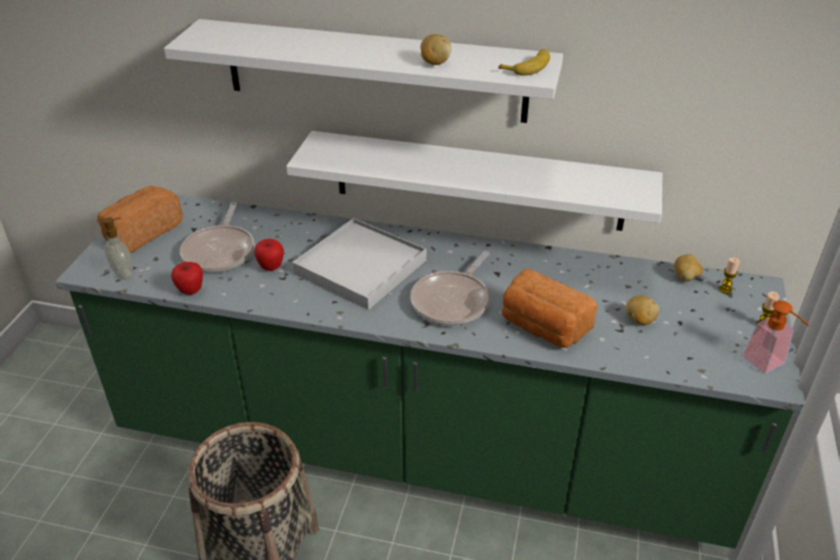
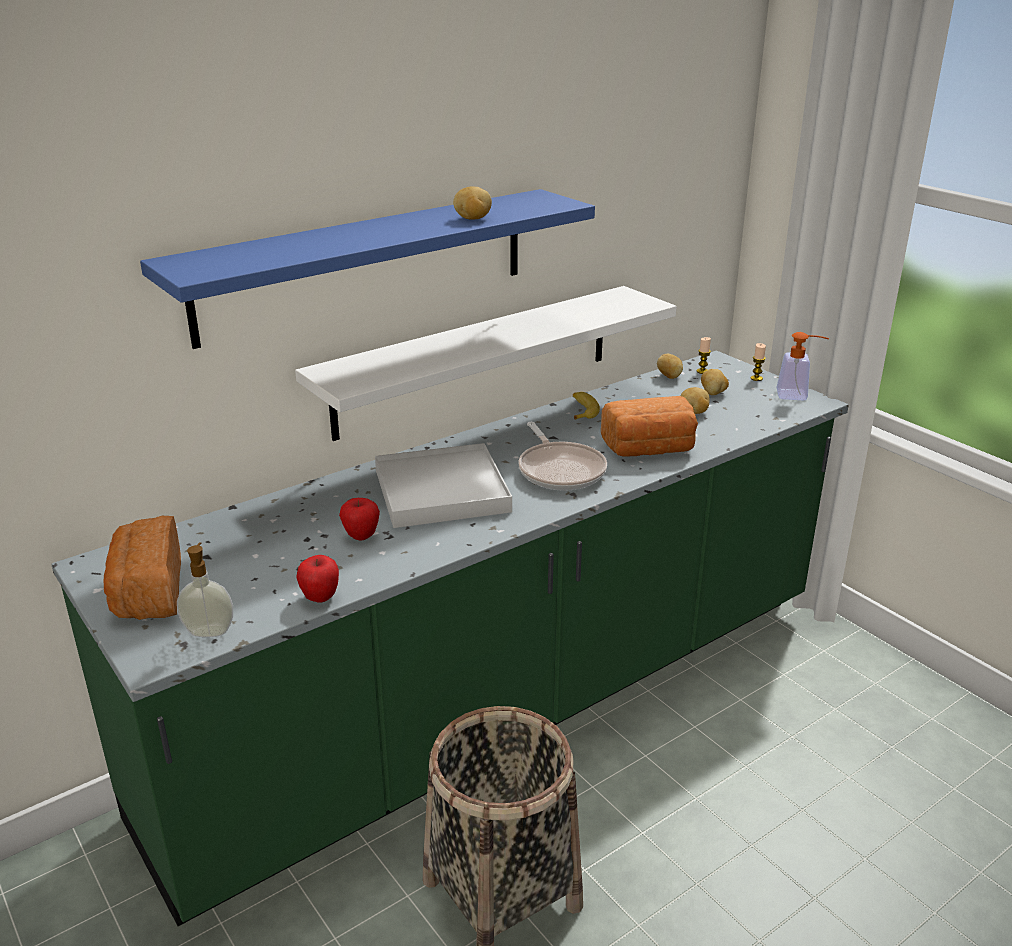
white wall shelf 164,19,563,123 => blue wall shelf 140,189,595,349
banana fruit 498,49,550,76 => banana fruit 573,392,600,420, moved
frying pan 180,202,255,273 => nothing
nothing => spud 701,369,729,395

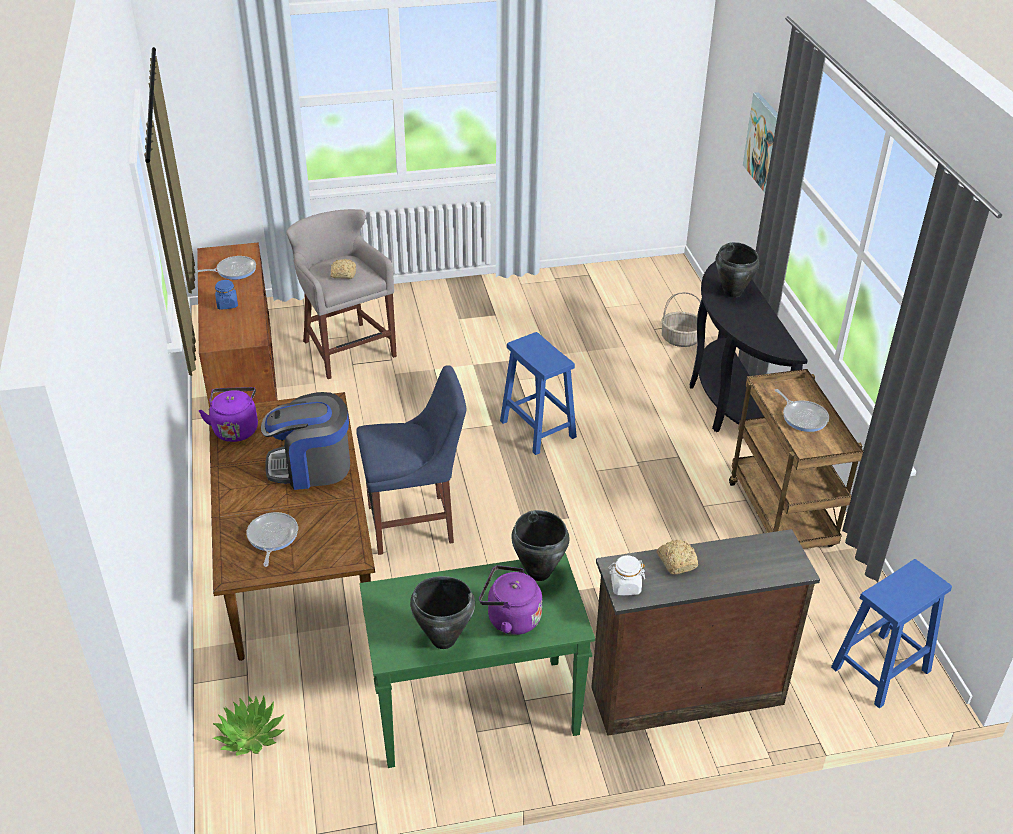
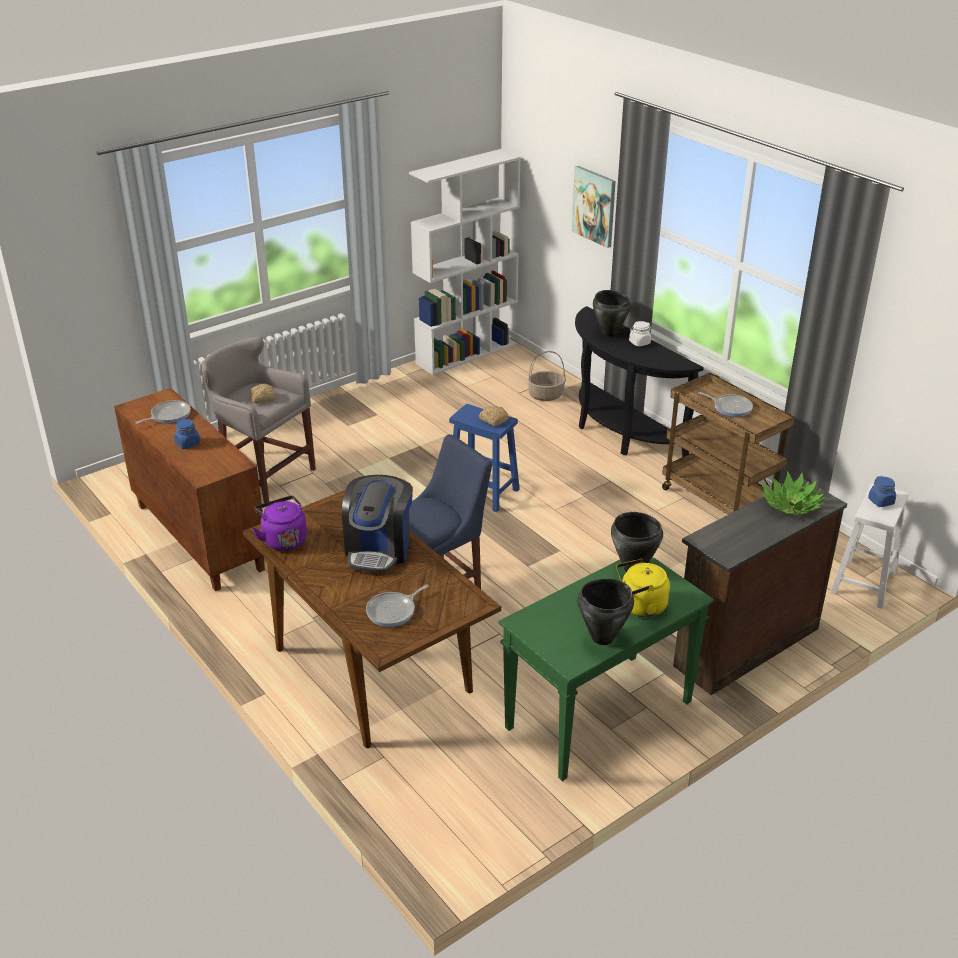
coffee brewer 261,392,350,490 => coffee brewer 342,475,413,573, 45 degrees counterclockwise
frying pan 246,512,298,567 => frying pan 366,584,429,627, 105 degrees counterclockwise
bread 657,540,698,574 => bread 479,405,509,426, moved
white preserve jar 609,555,645,595 => white preserve jar 629,321,651,346, moved
blue sitting stool 831,559,952,709 => white sitting stool 830,483,909,609
purplish water kettle 479,565,542,635 => yellow-coloured water kettle 616,559,670,617
houseplant 213,695,285,756 => houseplant 760,471,825,515, moved
nothing => white bookshelf 409,149,521,375
nothing => blue preserve jar 868,476,896,507

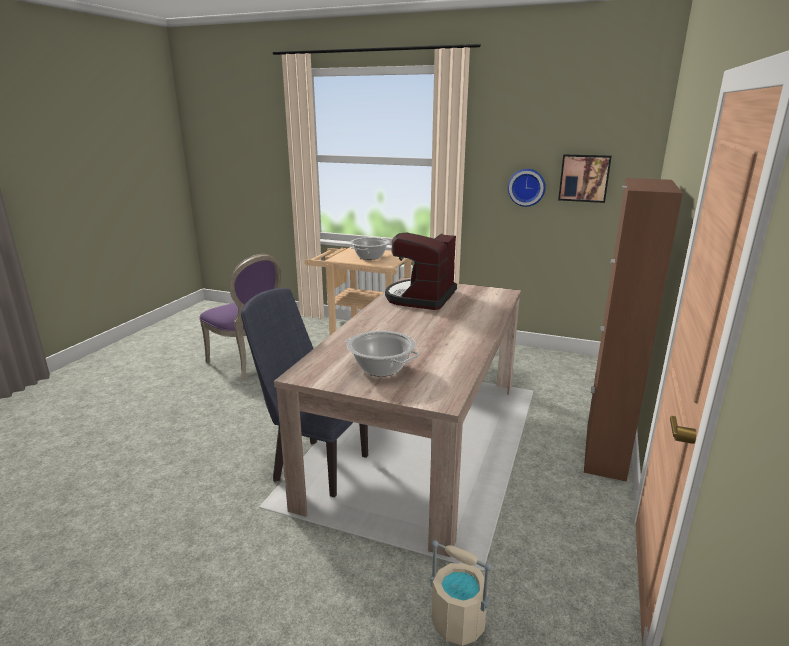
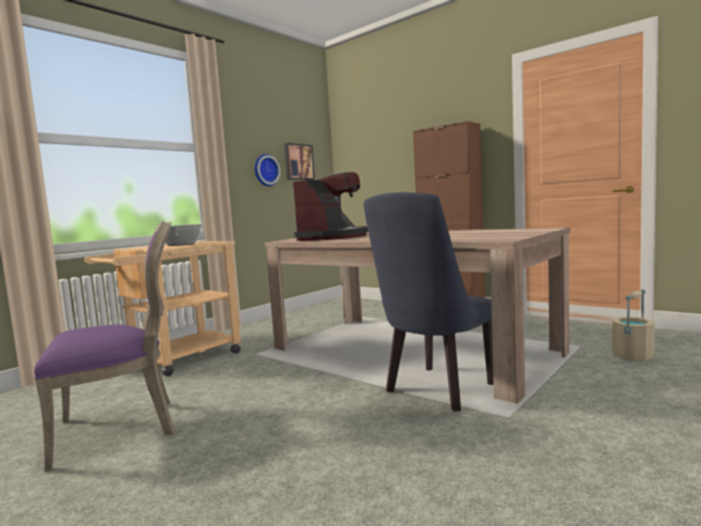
coffee brewer 385,233,457,310 => coffee brewer 293,172,368,241, 105 degrees counterclockwise
cooking pot 345,331,419,377 => nothing

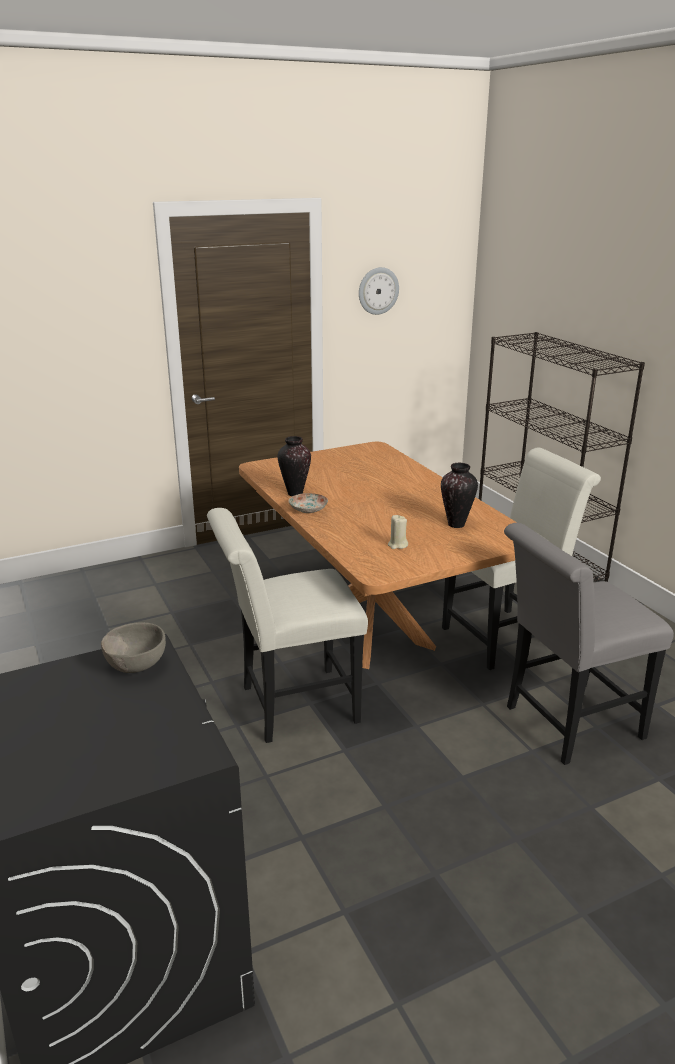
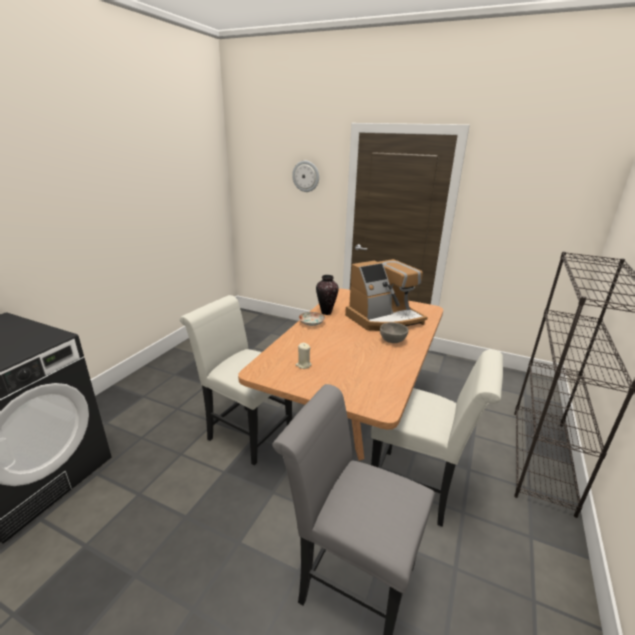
hanging clock 359,267,399,315 => hanging clock 292,161,319,192, moved
decorative vase 441,463,478,528 => nothing
greyish deep dish 101,622,166,673 => greyish deep dish 380,322,409,343, moved
nothing => coffee brewer 345,259,428,331

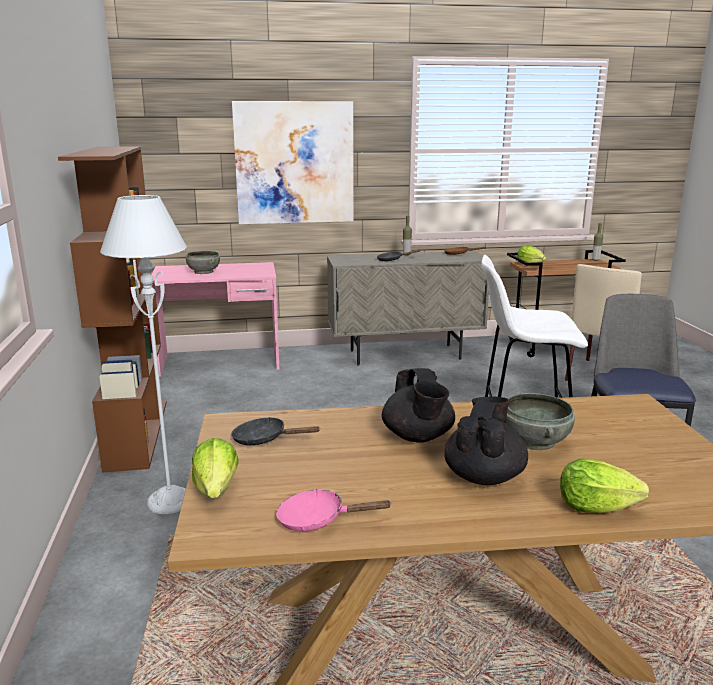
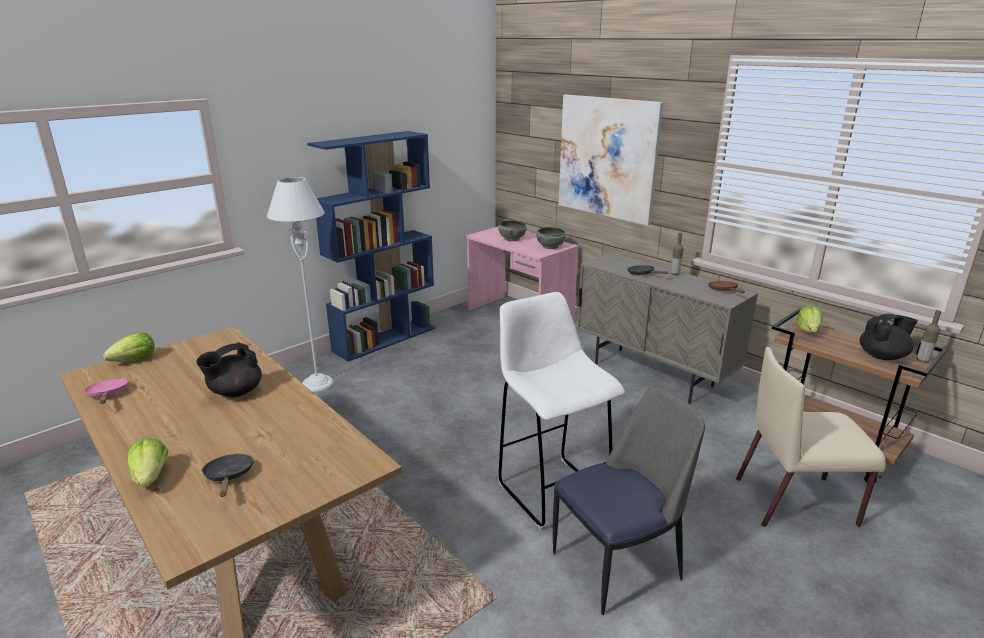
brown bookshelf 58,146,167,473 => blue bookshelf 307,131,436,362
greyish deep dish 506,393,575,450 => greyish deep dish 536,227,566,249, moved
black-coloured tea pot 444,397,528,485 => black-coloured tea pot 860,314,918,360, moved
black-coloured frying pan 231,417,319,445 => black-coloured frying pan 201,454,254,497, moved

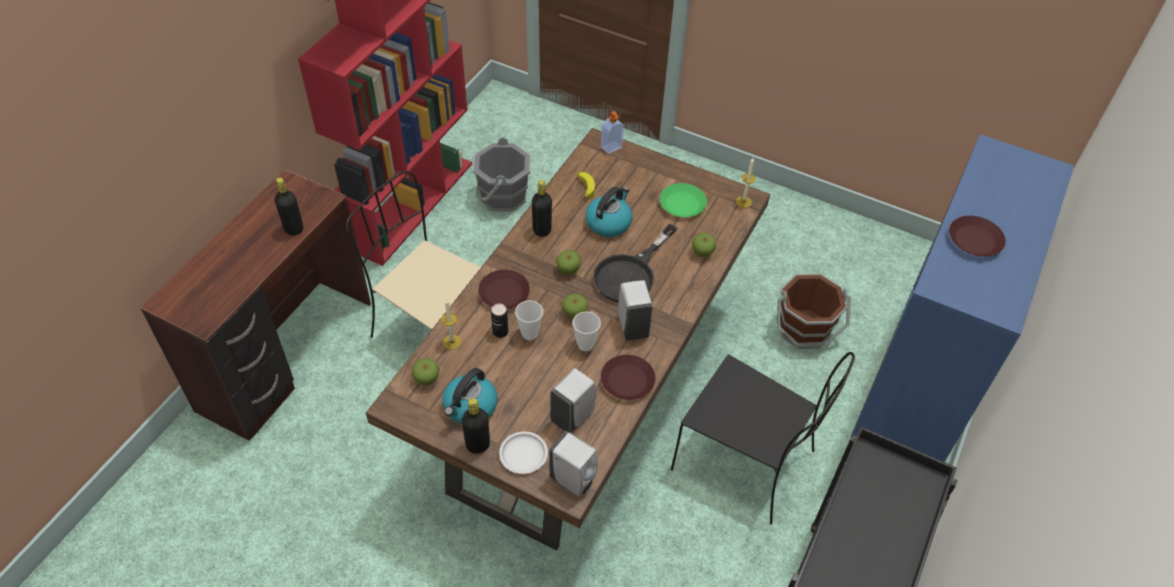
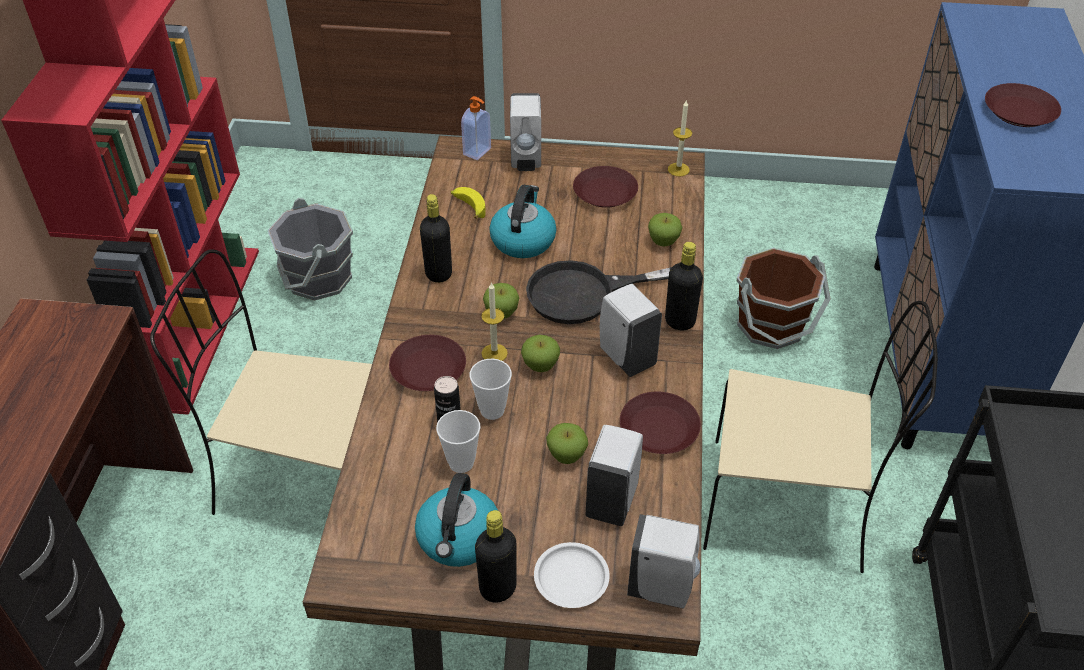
black-coloured bottle 274,177,303,235 => black-coloured bottle 665,242,703,330, moved
green flat dish 660,183,707,217 => brown flat dish 573,166,638,208
black-coloured frying pan 593,224,677,302 => black-coloured frying pan 526,260,672,324, 60 degrees clockwise
wax candle 441,299,461,350 => wax candle 481,282,508,361, moved
drinking cup 573,312,601,351 => drinking cup 436,410,481,473, moved
black-coloured upright chair 671,352,855,525 => beige-coloured upright chair 703,301,938,573
whole apple 412,358,439,386 => whole apple 546,423,588,464, moved
nothing => white liquid soap bottle 510,93,541,171

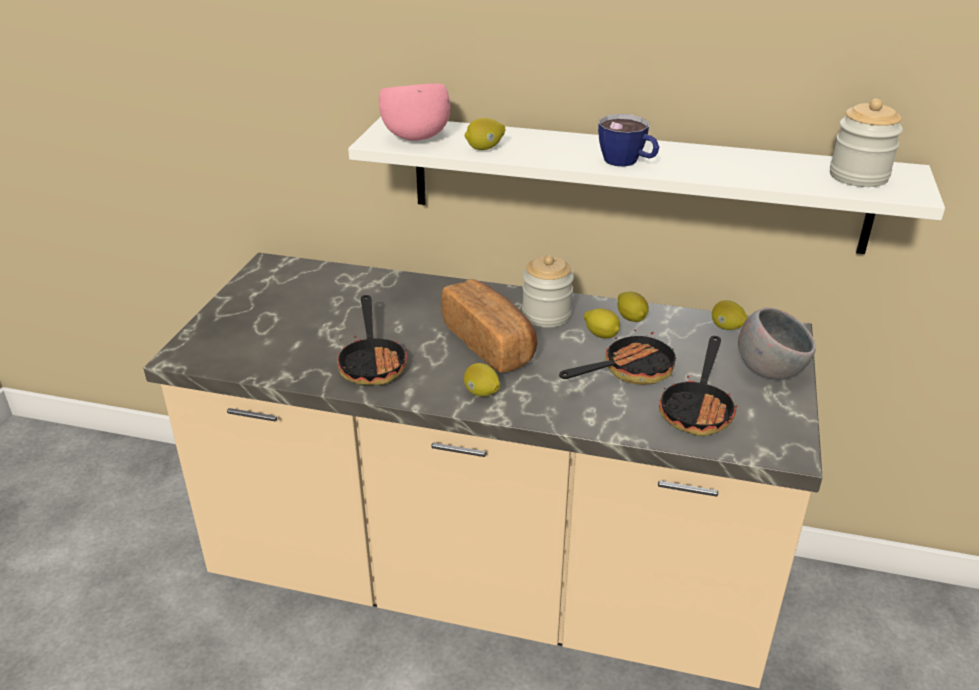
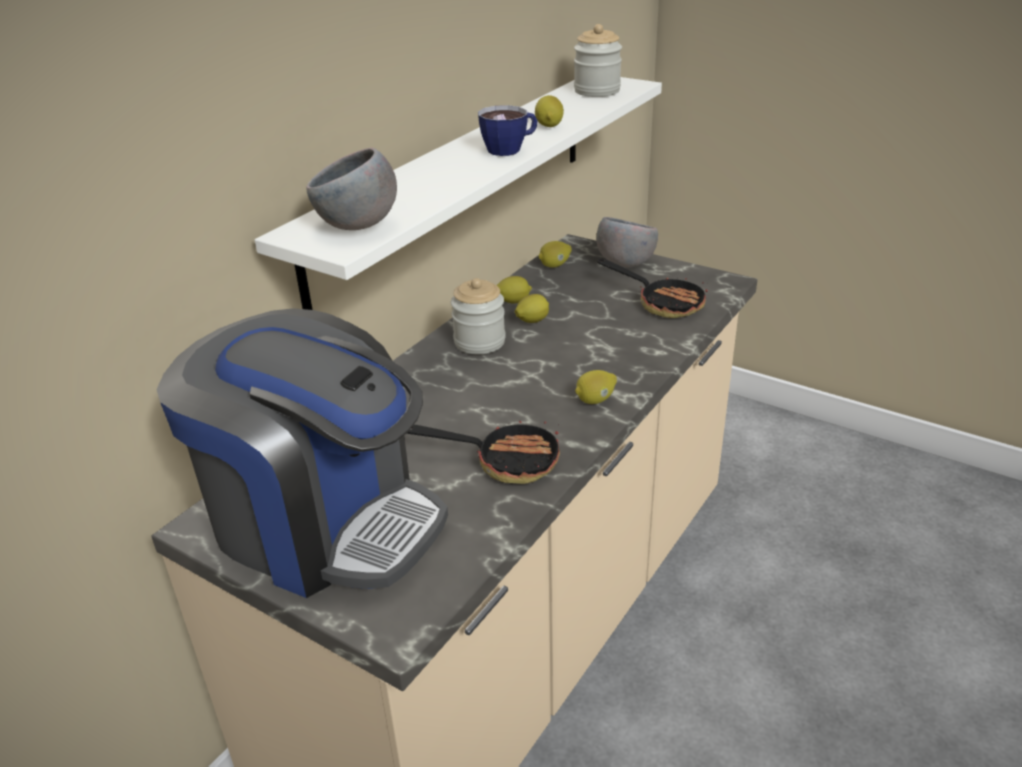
pink-coloured deep dish 379,83,450,141 => greyish deep dish 306,148,397,230
citrus fruit 464,118,505,150 => citrus fruit 535,95,564,127, moved
bread 441,279,538,373 => nothing
frying pan 559,330,677,385 => nothing
nothing => coffee brewer 156,308,448,598

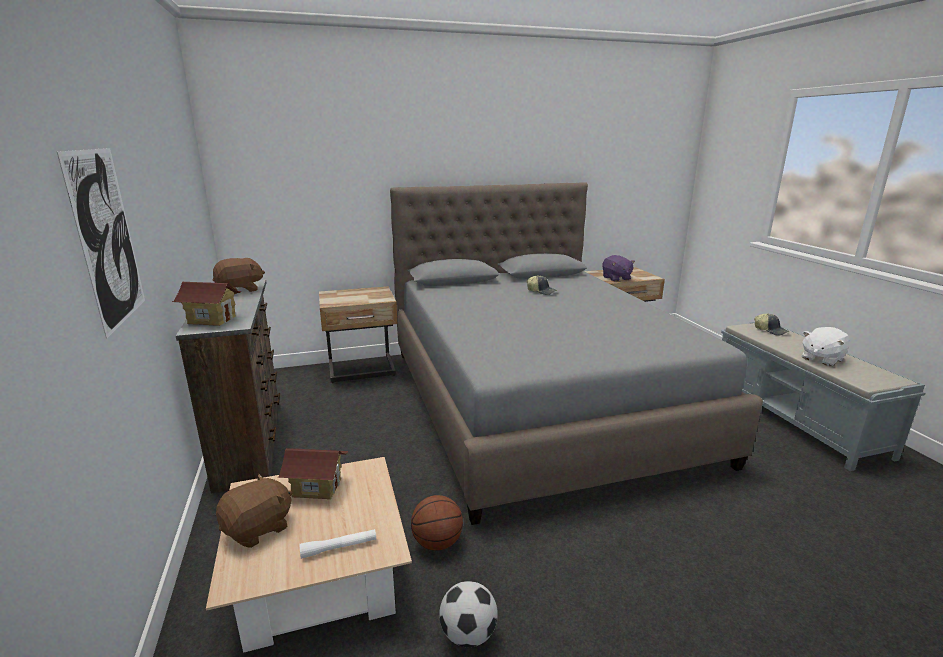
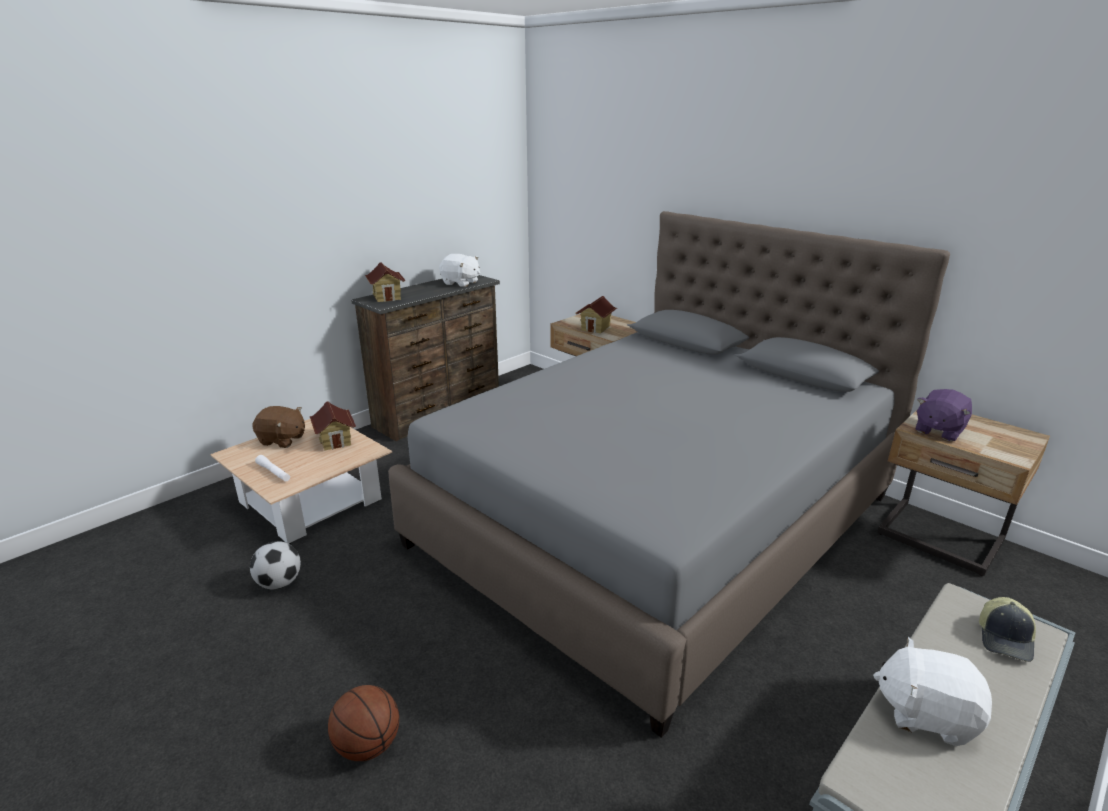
wall art 57,148,145,339 => nothing
brown plush toy 213,258,265,294 => white plush toy 439,254,480,287
baseball cap 527,275,557,295 => nothing
basketball ball 411,495,463,551 => basketball ball 328,685,399,761, moved
nothing => toy house 575,296,617,333

